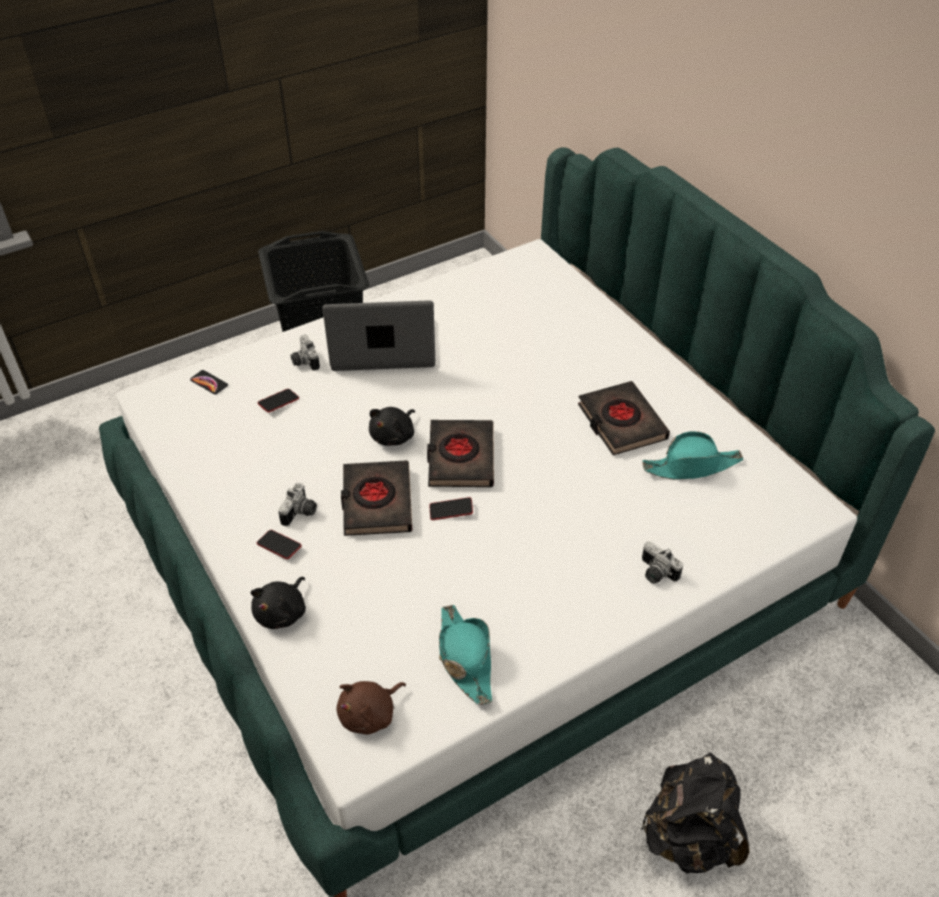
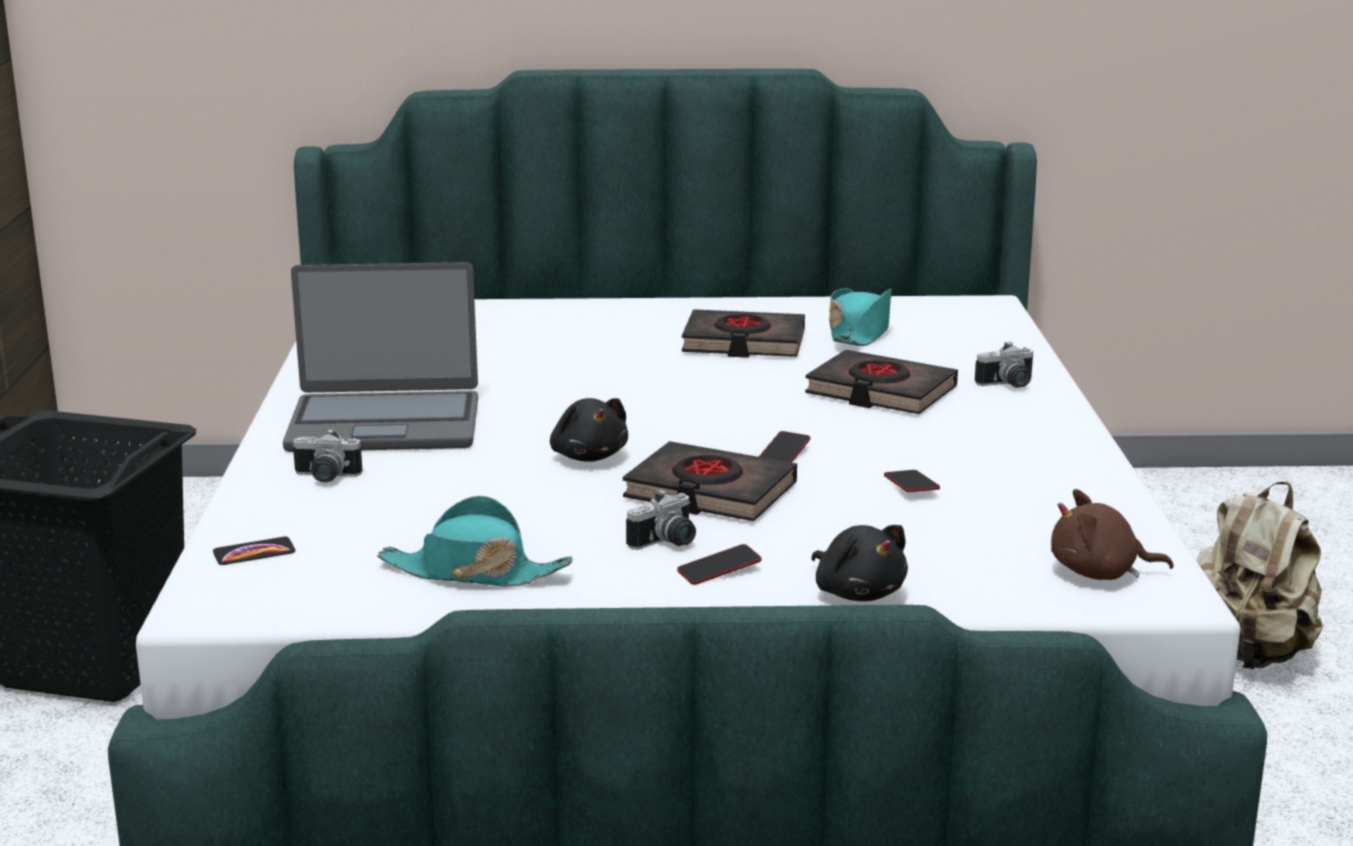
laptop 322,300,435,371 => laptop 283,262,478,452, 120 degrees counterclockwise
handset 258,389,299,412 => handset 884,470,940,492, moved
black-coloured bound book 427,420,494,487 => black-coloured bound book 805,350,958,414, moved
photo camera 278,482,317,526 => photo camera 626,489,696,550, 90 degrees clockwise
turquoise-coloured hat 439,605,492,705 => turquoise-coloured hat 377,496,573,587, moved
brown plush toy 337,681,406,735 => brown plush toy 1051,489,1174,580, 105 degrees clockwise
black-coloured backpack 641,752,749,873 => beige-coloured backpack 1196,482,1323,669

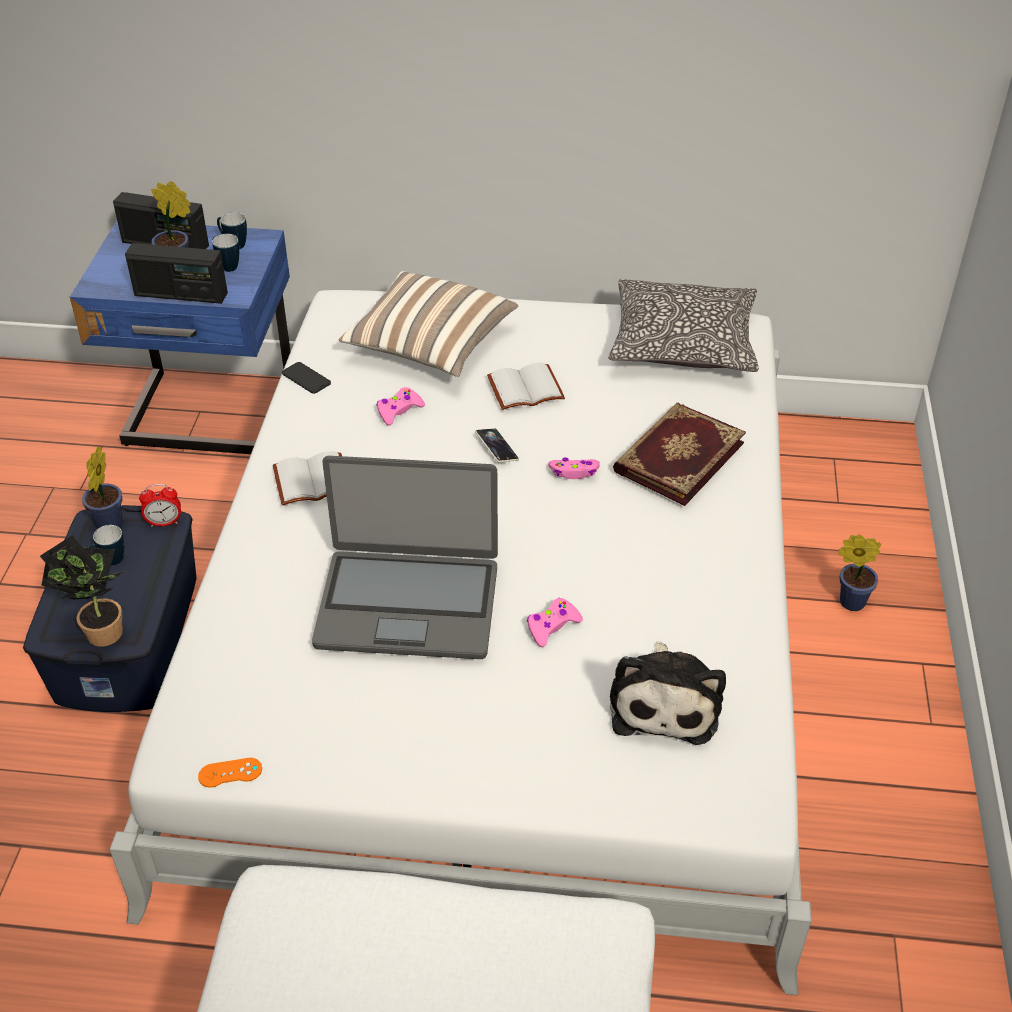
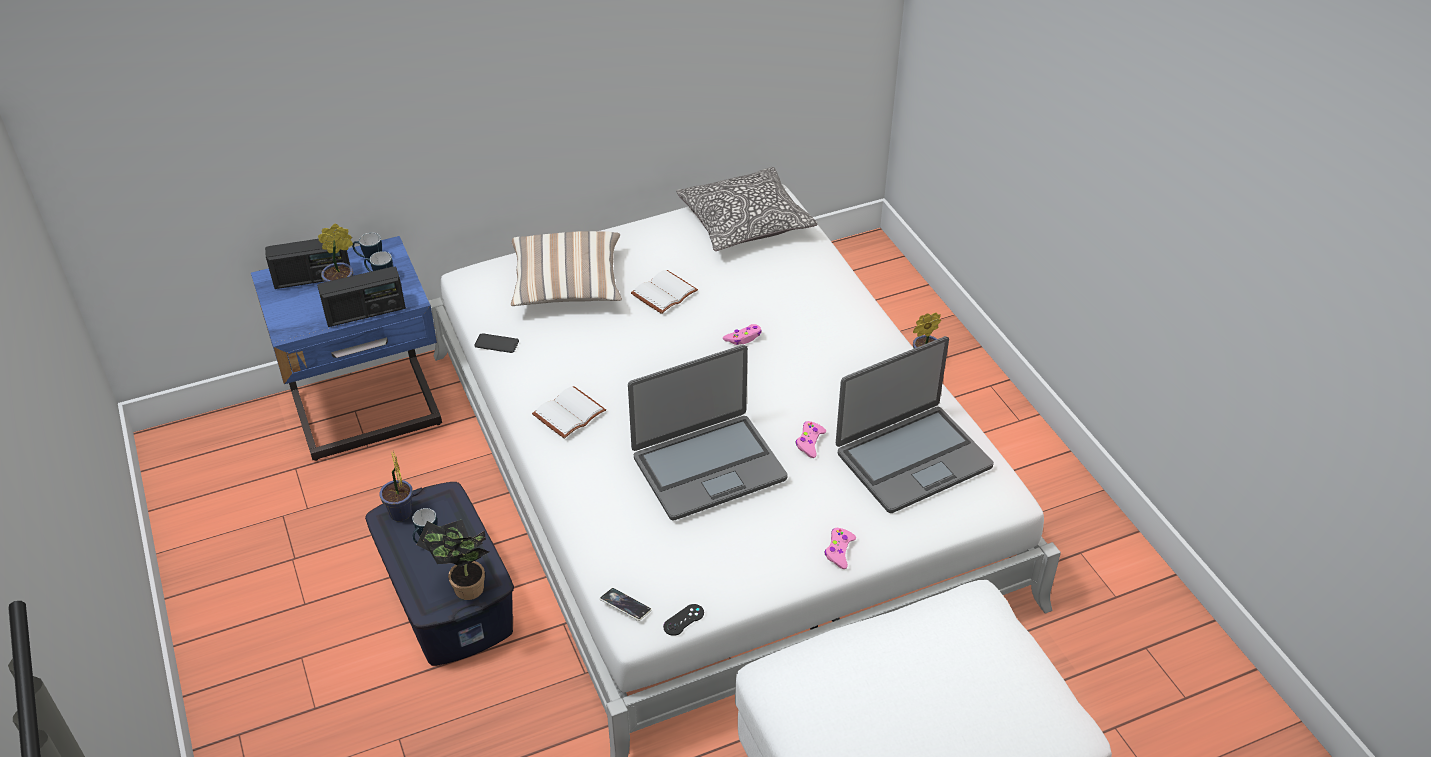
pink-coloured joypad 376,387,425,426 => pink-coloured joypad 825,528,856,569, moved
bound book 613,403,746,506 => nothing
handset 475,428,519,463 => handset 600,588,652,621, moved
alarm clock 139,484,181,527 => nothing
plush toy 610,641,726,745 => laptop 836,336,994,513
orangey joypad 198,758,262,787 => black-coloured joypad 663,604,704,636

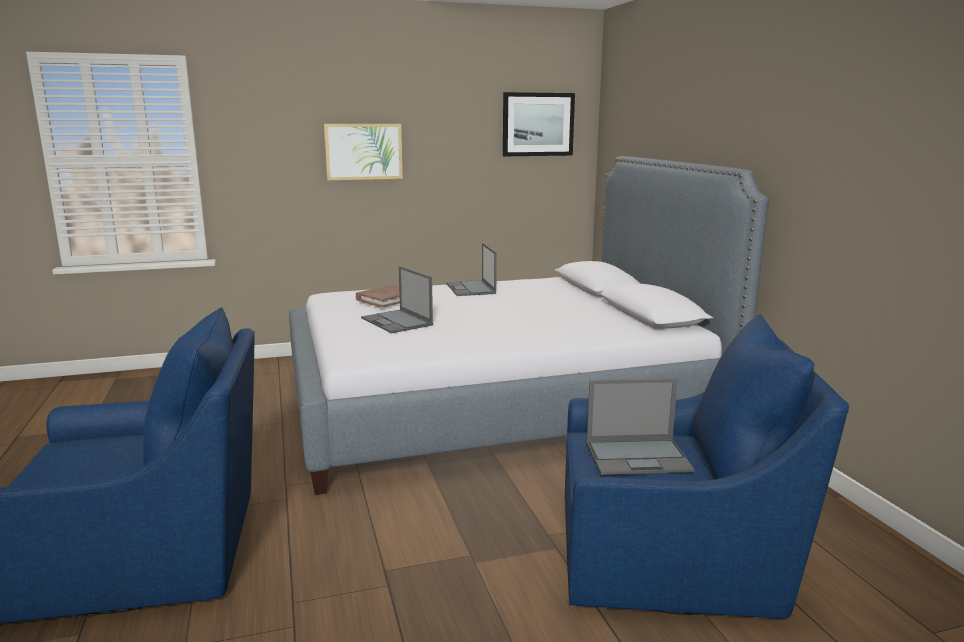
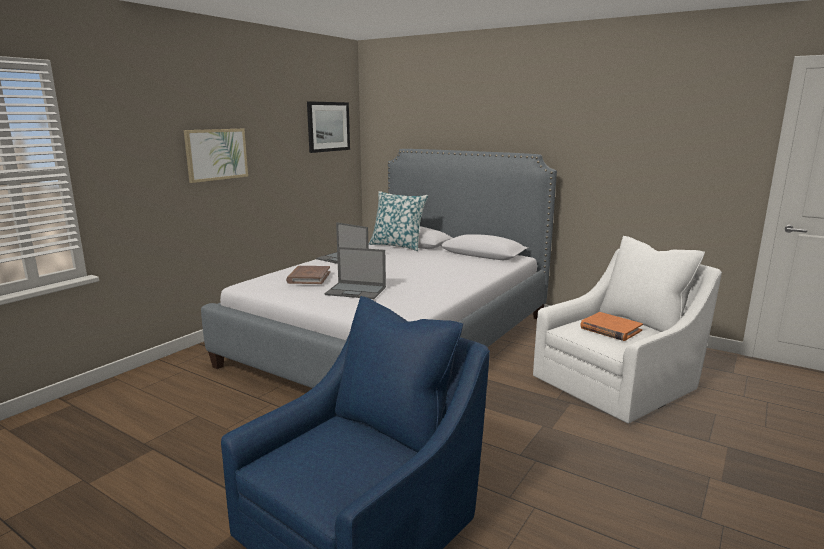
blue lounge chair 565,315,849,619 => white lounge chair 533,236,722,424
laptop 586,378,695,475 => orangey bound book 580,312,643,341
nothing => pillow 369,191,428,251

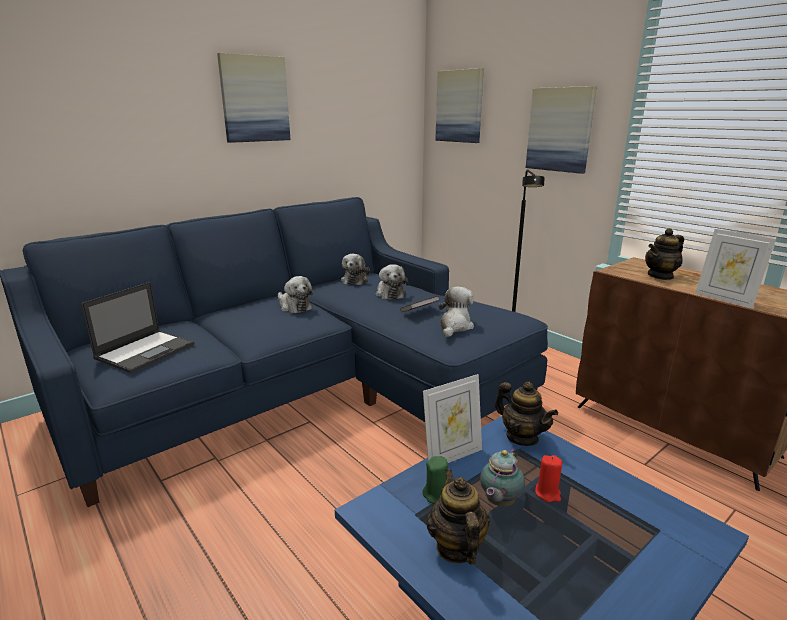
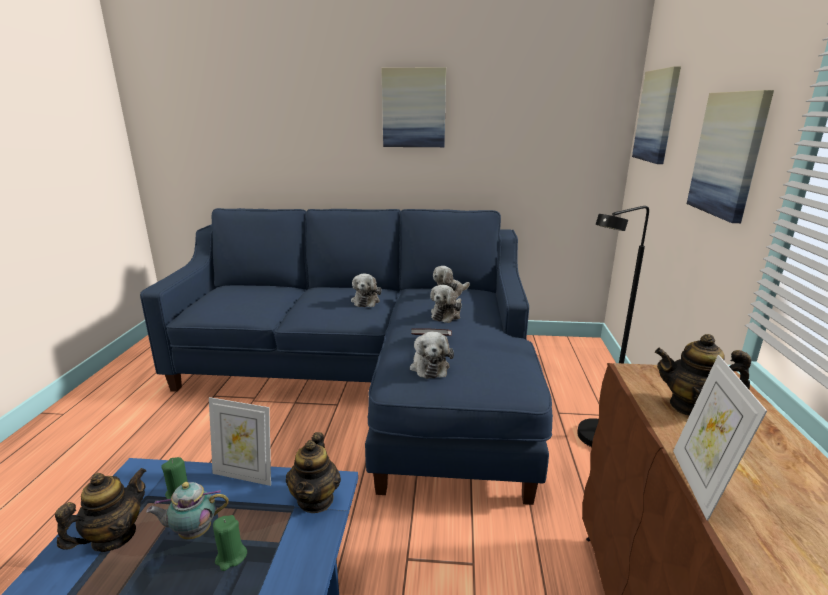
laptop 81,282,194,373 => nothing
plush toy 438,287,474,337 => plush toy 410,332,454,379, 105 degrees clockwise
reddish wax candle 535,455,562,502 => green wax candle 213,515,247,571

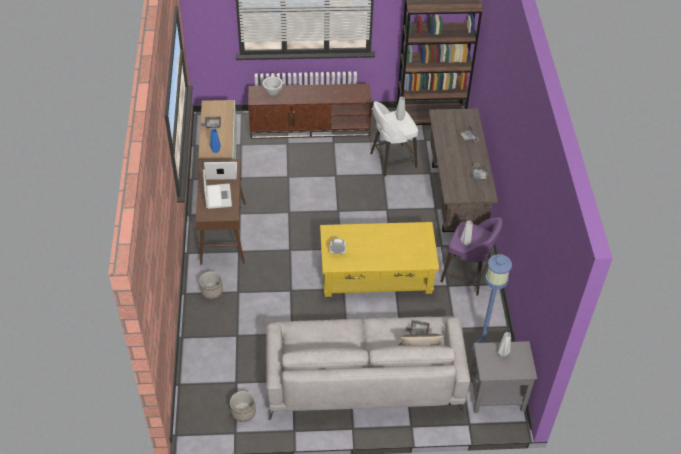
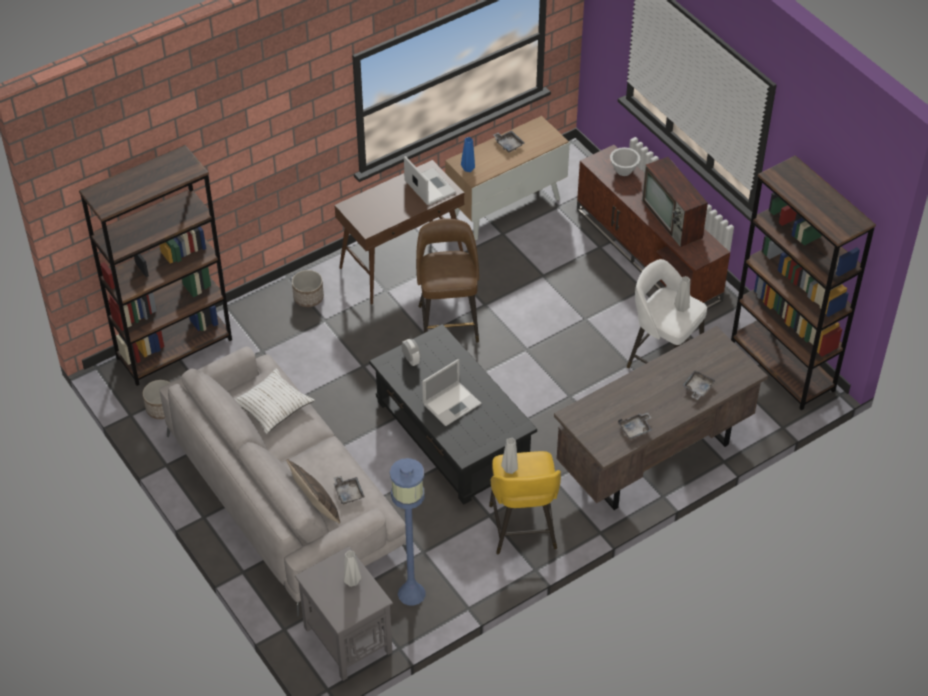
laptop 203,169,232,209 => laptop 422,359,481,426, moved
purplish sitting stool 440,217,502,296 => yellow-coloured sitting stool 489,451,561,554
yellow-coloured low table 320,222,439,297 => black-coloured low table 369,324,537,504
nothing => brown bookshelf 79,145,232,386
nothing => television 642,157,708,247
nothing => brown sitting stool 416,218,479,343
nothing => white pillow 234,369,315,434

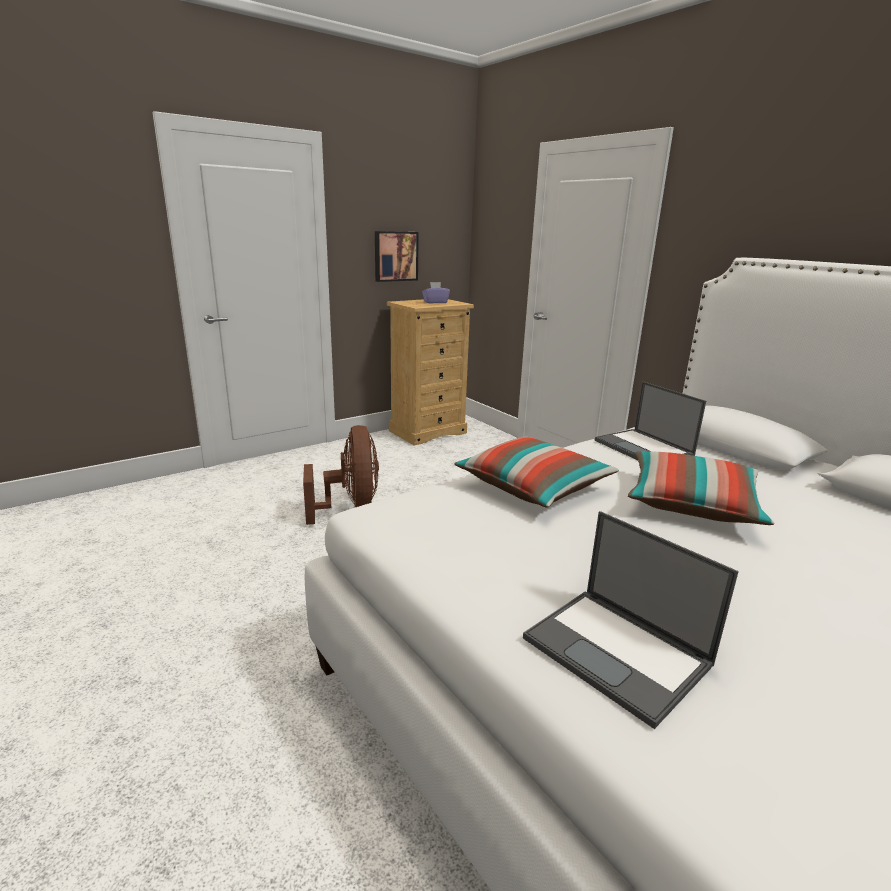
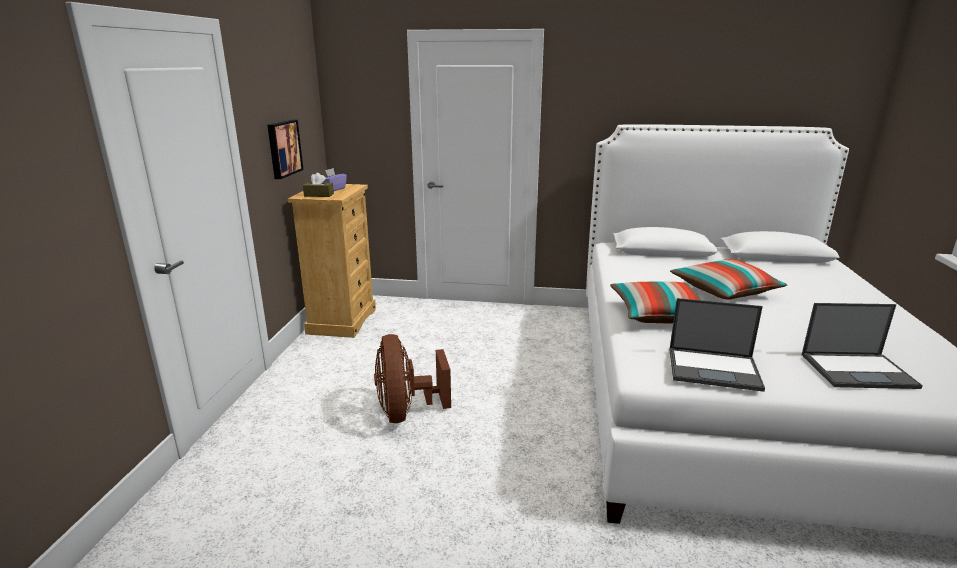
laptop 595,381,706,460 => laptop 669,298,765,392, moved
brown cooling fan 303,425,379,525 => brown cooling fan 374,334,451,423, 135 degrees counterclockwise
nothing => brown box of tissues 303,173,334,197

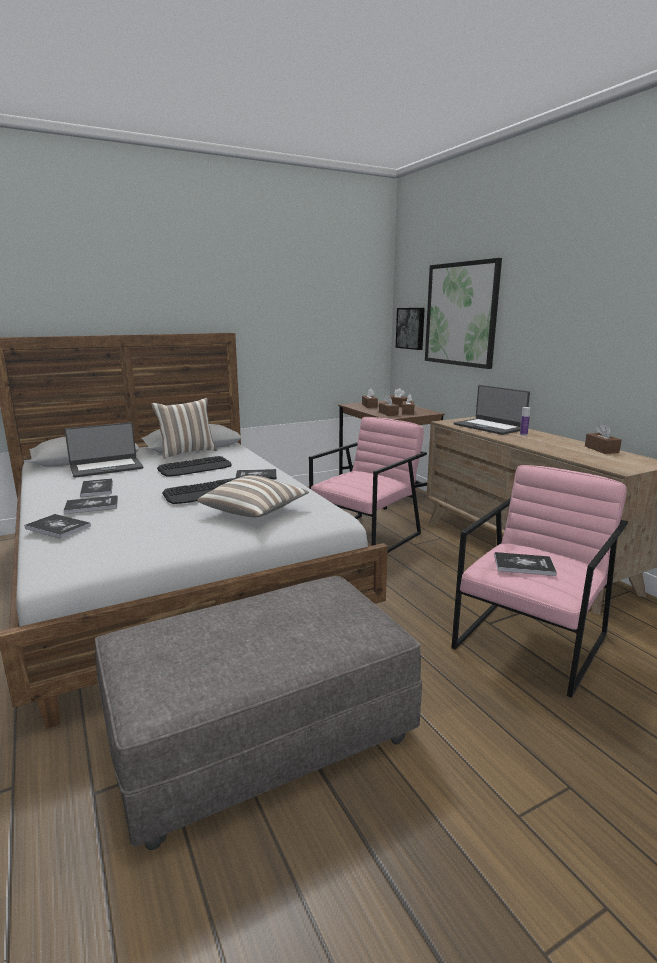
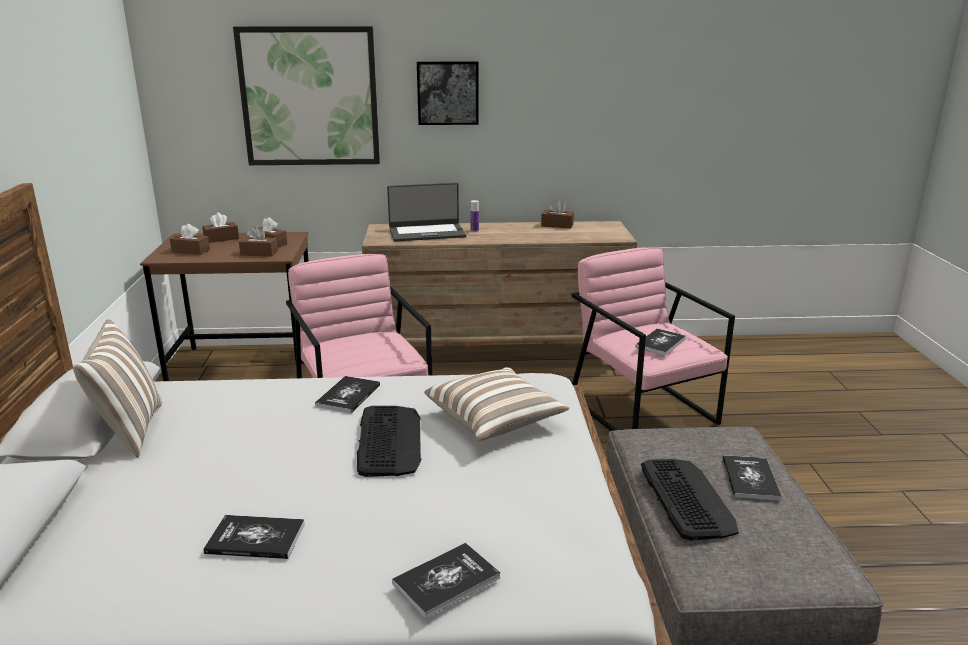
wall art 396,308,425,350 => wall art 417,61,479,125, moved
laptop 64,422,143,478 => nothing
keyboard 157,456,232,477 => keyboard 641,459,739,541, moved
bound book 63,495,118,514 => bound book 722,455,782,501, moved

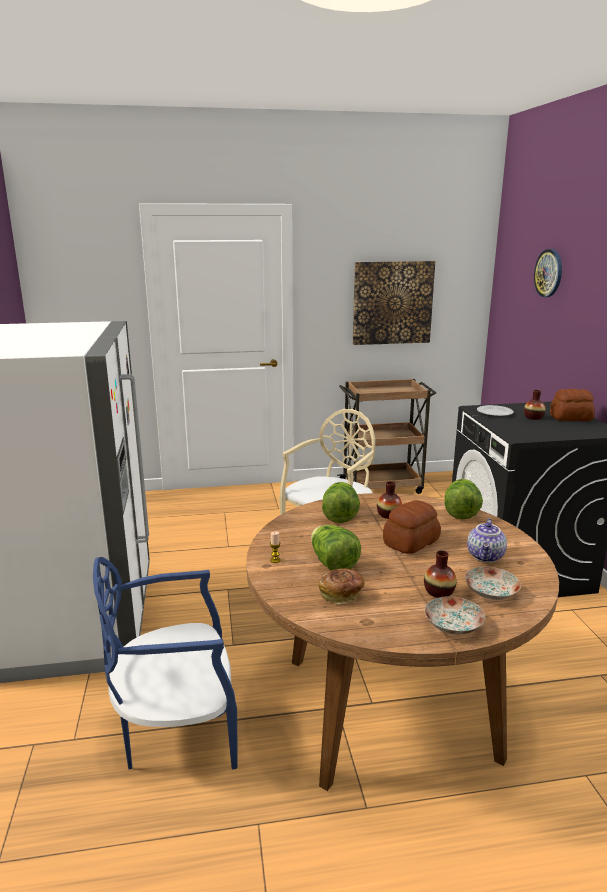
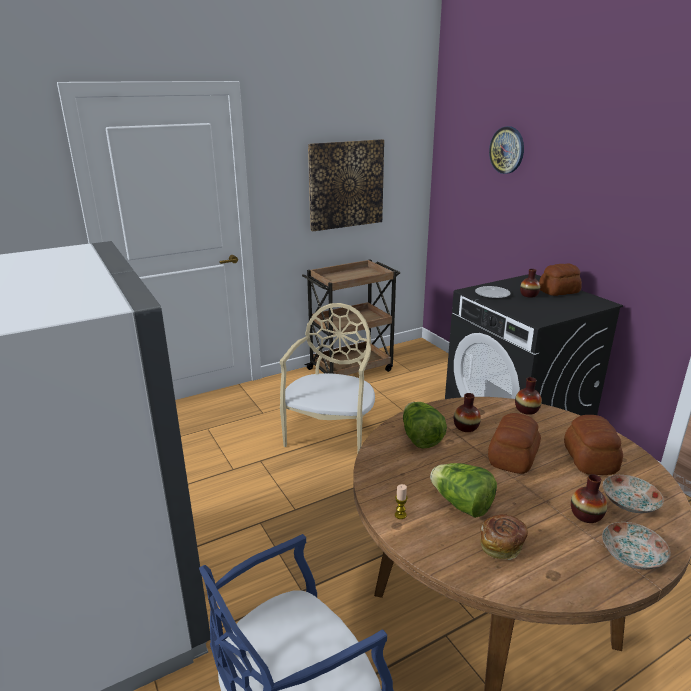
lettuce 445,479,483,519 => decorative vase 515,377,542,415
tea pot 467,518,507,563 => bread 564,415,623,475

